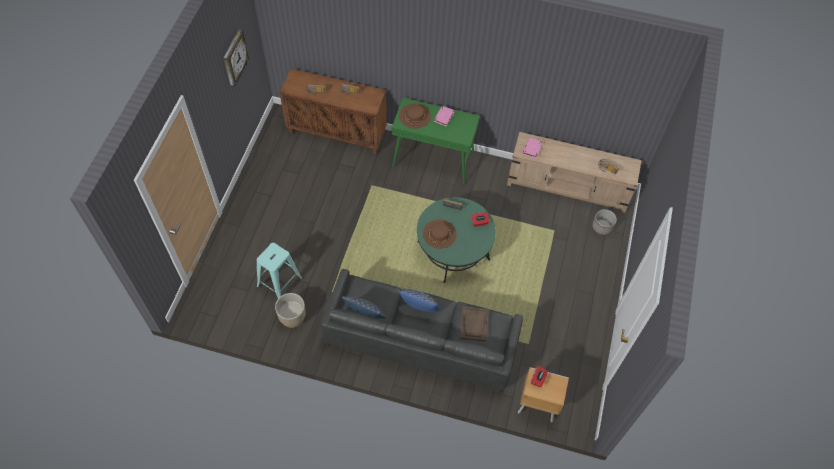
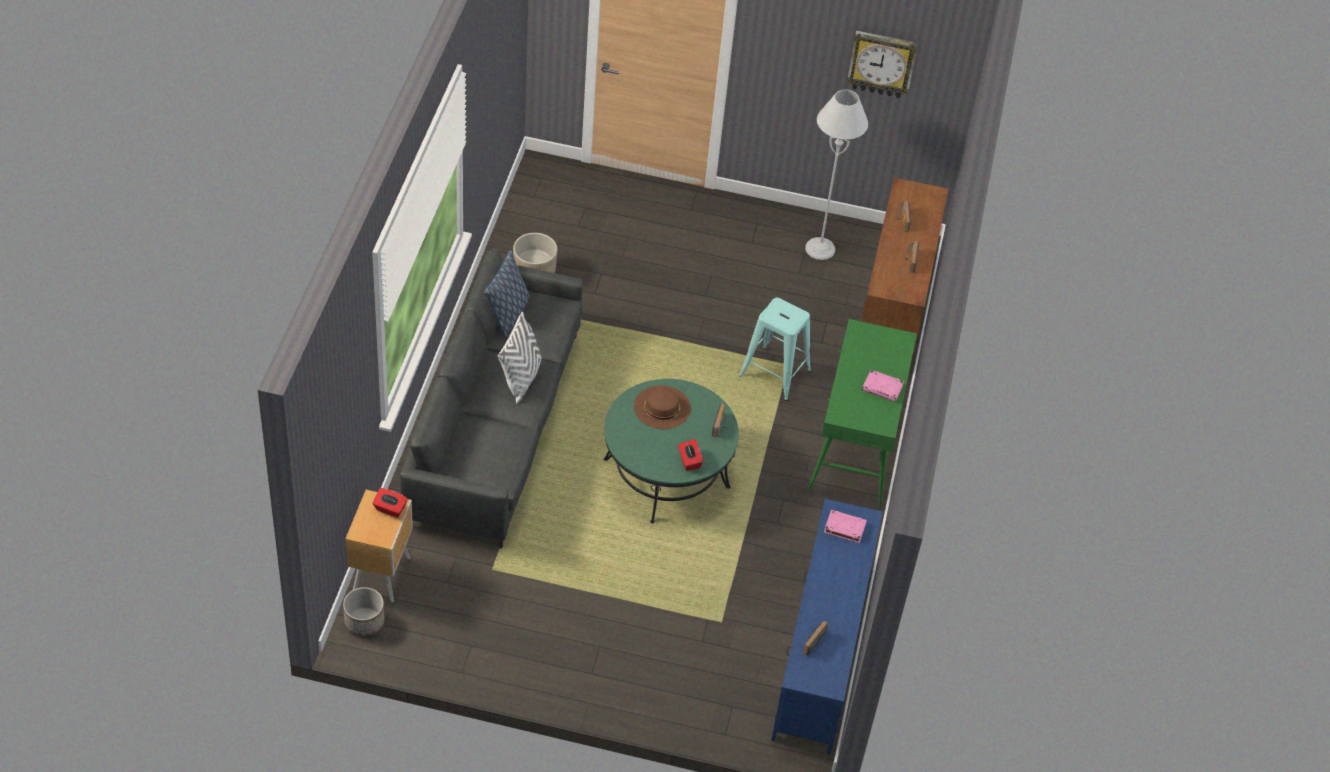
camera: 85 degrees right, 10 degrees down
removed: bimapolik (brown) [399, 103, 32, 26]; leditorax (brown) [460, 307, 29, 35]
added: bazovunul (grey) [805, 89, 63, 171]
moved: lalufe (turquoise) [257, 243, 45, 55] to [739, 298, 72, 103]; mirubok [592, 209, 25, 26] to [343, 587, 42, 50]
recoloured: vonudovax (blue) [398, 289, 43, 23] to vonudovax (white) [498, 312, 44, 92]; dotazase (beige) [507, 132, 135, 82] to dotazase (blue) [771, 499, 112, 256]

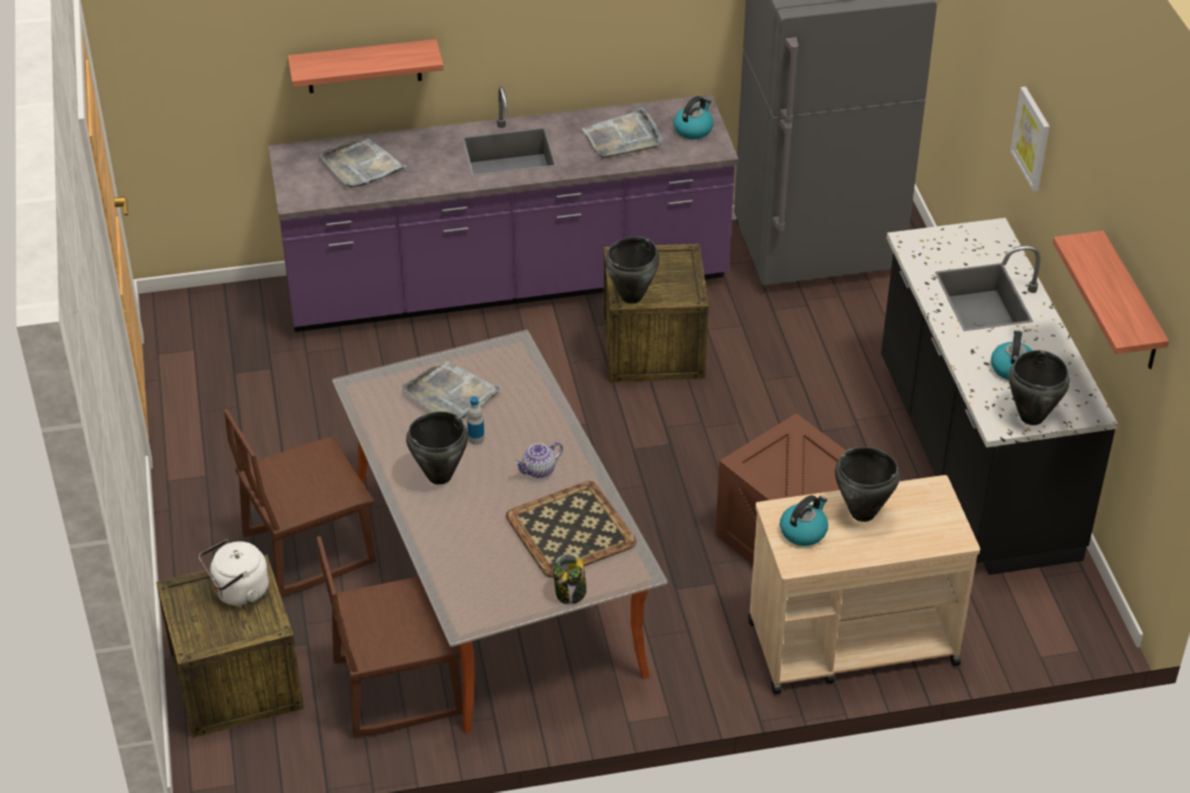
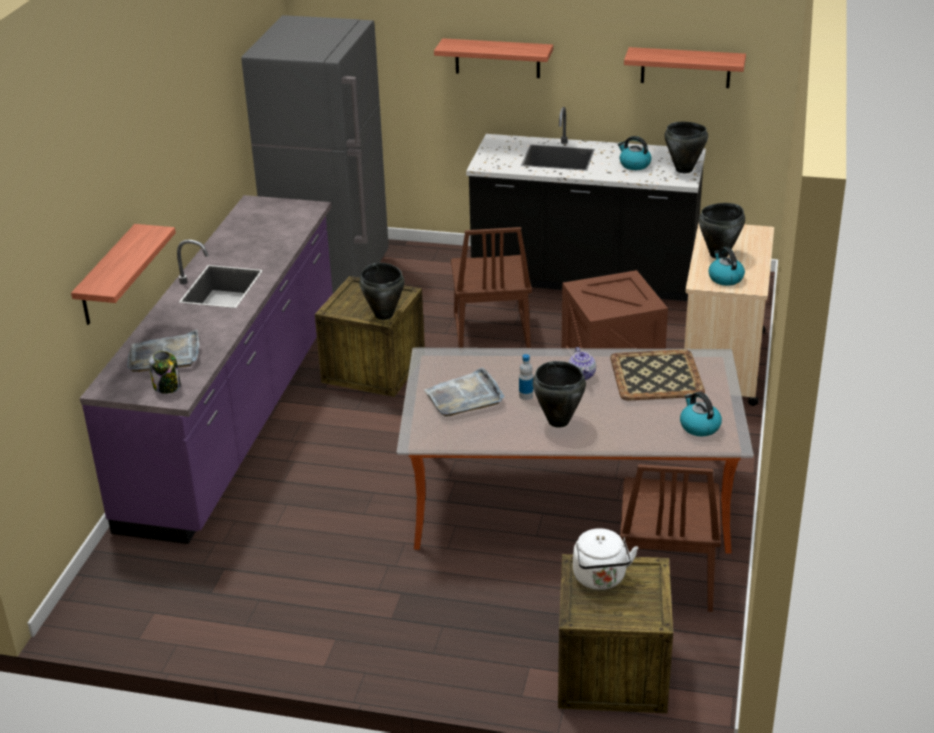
camera: 65 degrees left, 10 degrees down
removed: leditorax (grey) [582, 107, 81, 52]
moved: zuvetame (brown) [224, 409, 152, 187] to [451, 227, 81, 121]; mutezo [553, 553, 34, 52] to [149, 351, 32, 43]; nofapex [674, 96, 40, 43] to [680, 392, 42, 44]
replaced: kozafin [1010, 87, 40, 105] to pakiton [434, 38, 119, 40]

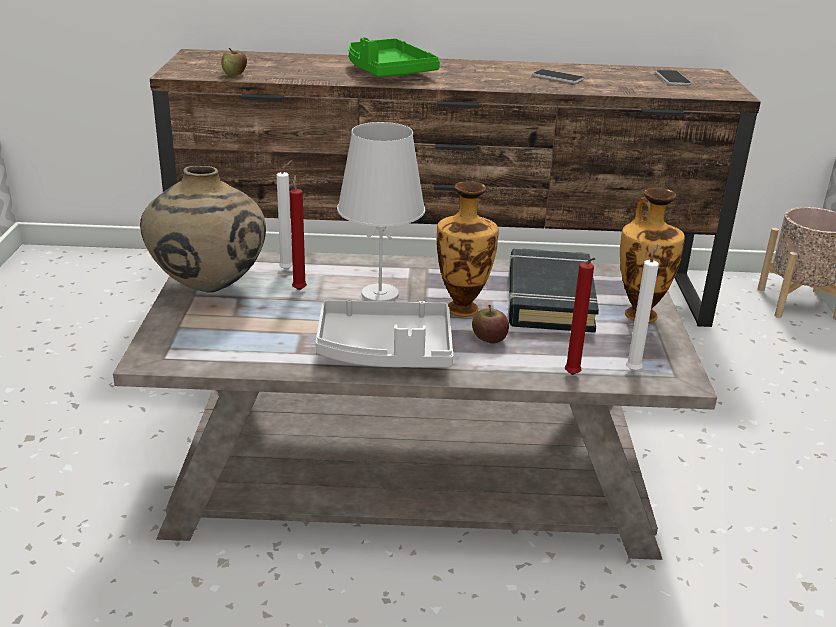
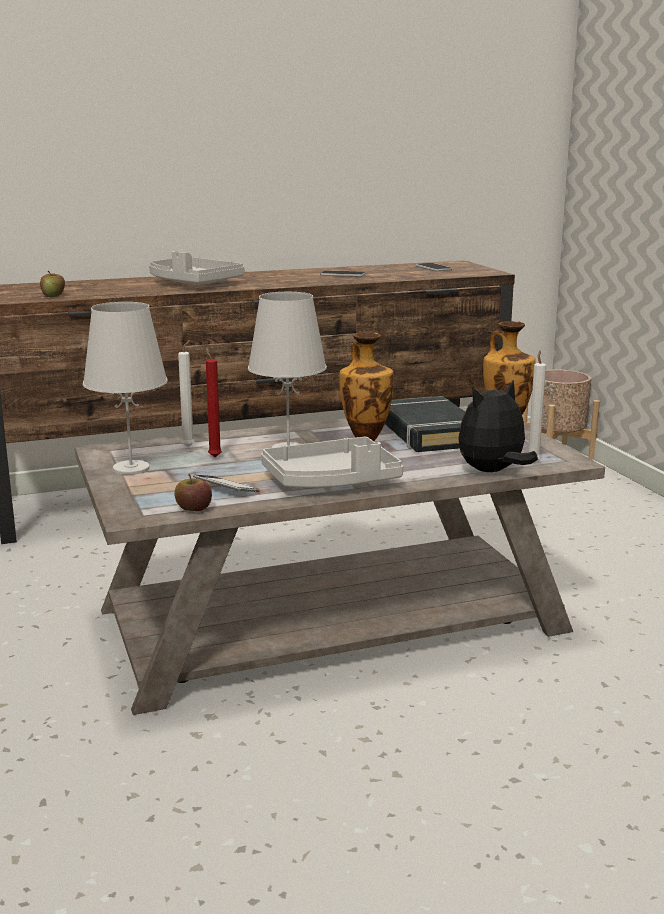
camera: 20 degrees left, 10 degrees down
added: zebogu [193, 475, 67, 17]
moved: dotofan [472, 305, 37, 39] to [174, 474, 38, 37]
replaced: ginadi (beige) [140, 166, 126, 126] to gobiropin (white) [83, 302, 85, 173]; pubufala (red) [565, 258, 31, 117] to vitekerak [459, 379, 79, 93]
recoloured: leditorax (green) [349, 37, 91, 40] to leditorax (grey) [149, 251, 95, 33]

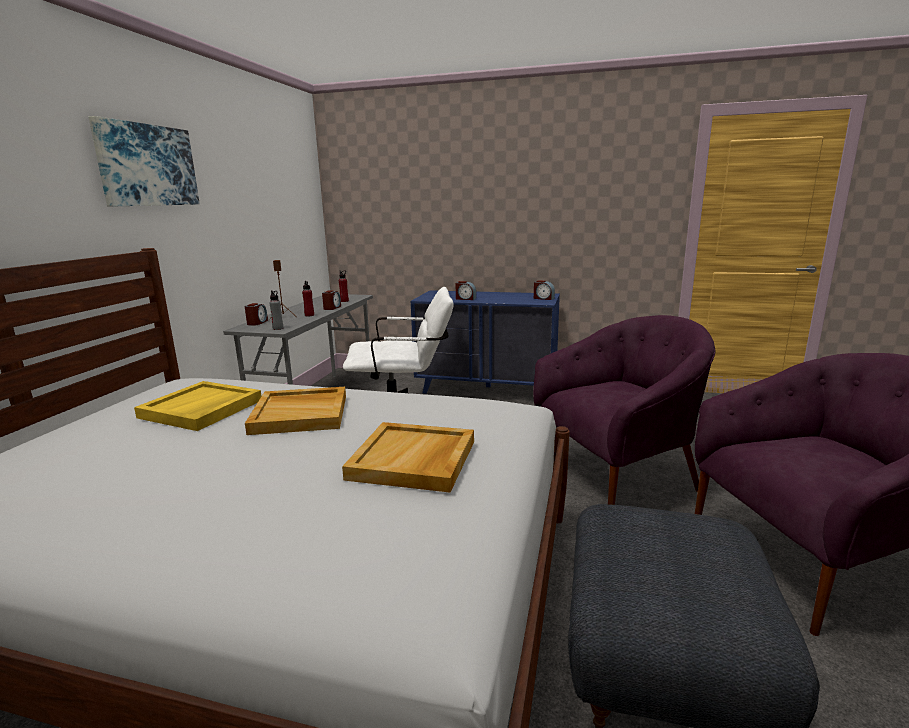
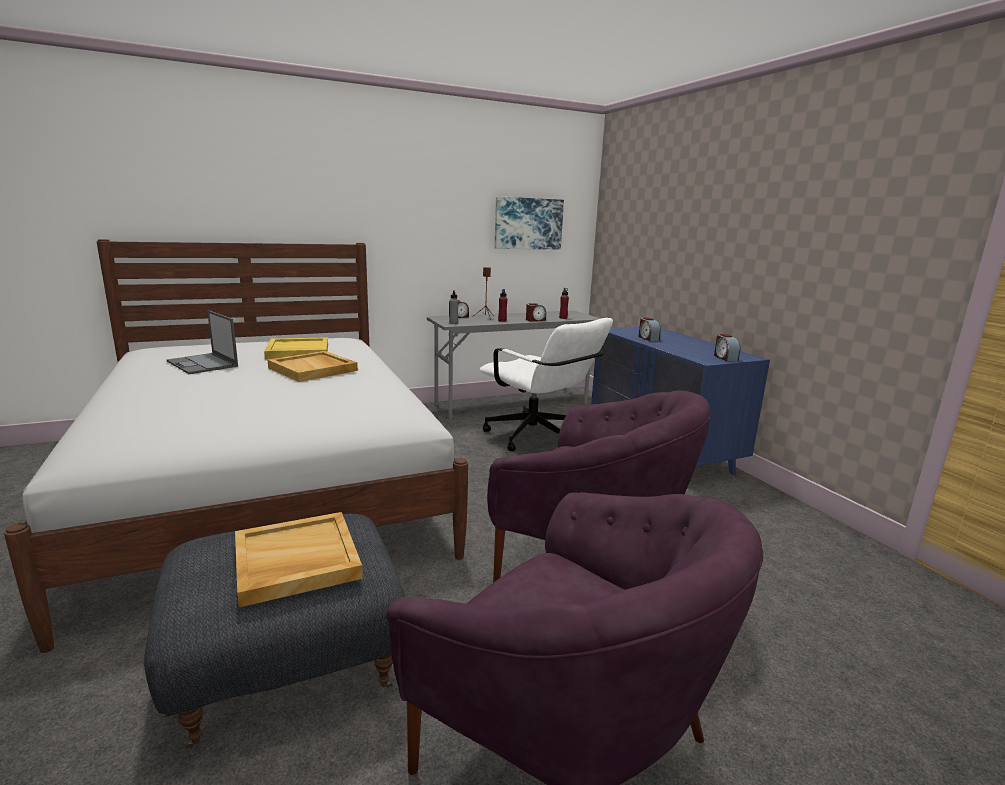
camera: 50 degrees right, 0 degrees up
added: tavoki [167, 310, 71, 64]
moved: kozafin [88, 116, 112, 91] to [495, 196, 69, 53]; leditorax (beige) [342, 422, 132, 71] to [235, 512, 128, 95]

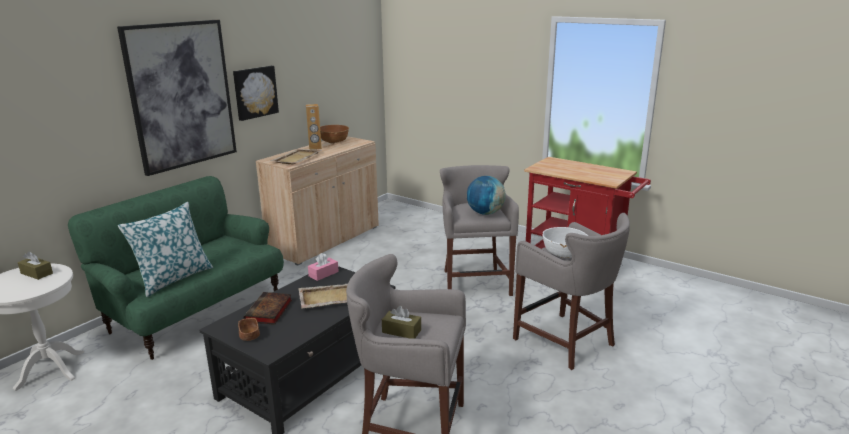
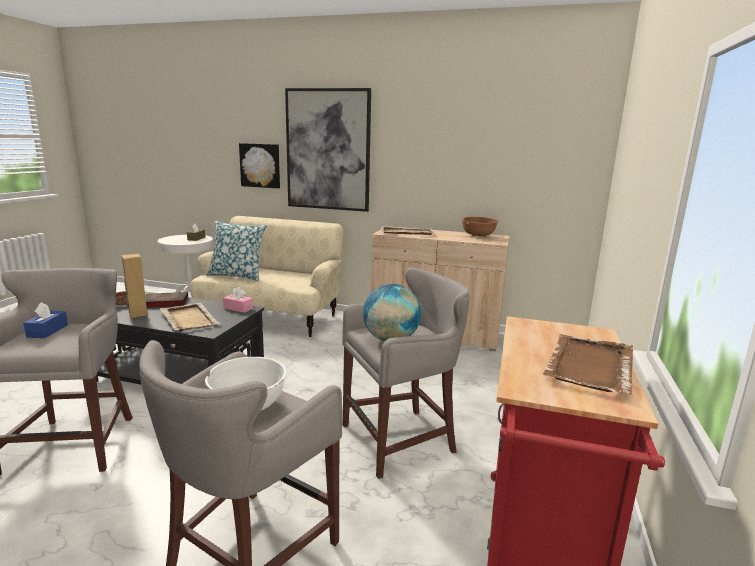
camera: 70 degrees right, 5 degrees down
added: leditorax (brown) [543, 334, 91, 60]
moved: kozafin [233, 66, 46, 55] to [239, 143, 41, 45]; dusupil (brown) [306, 104, 16, 46] to [122, 254, 26, 64]
recoloured: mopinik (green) [68, 176, 216, 184] to mopinik (beige) [190, 216, 153, 121]; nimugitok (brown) [382, 306, 39, 33] to nimugitok (blue) [23, 302, 45, 36]

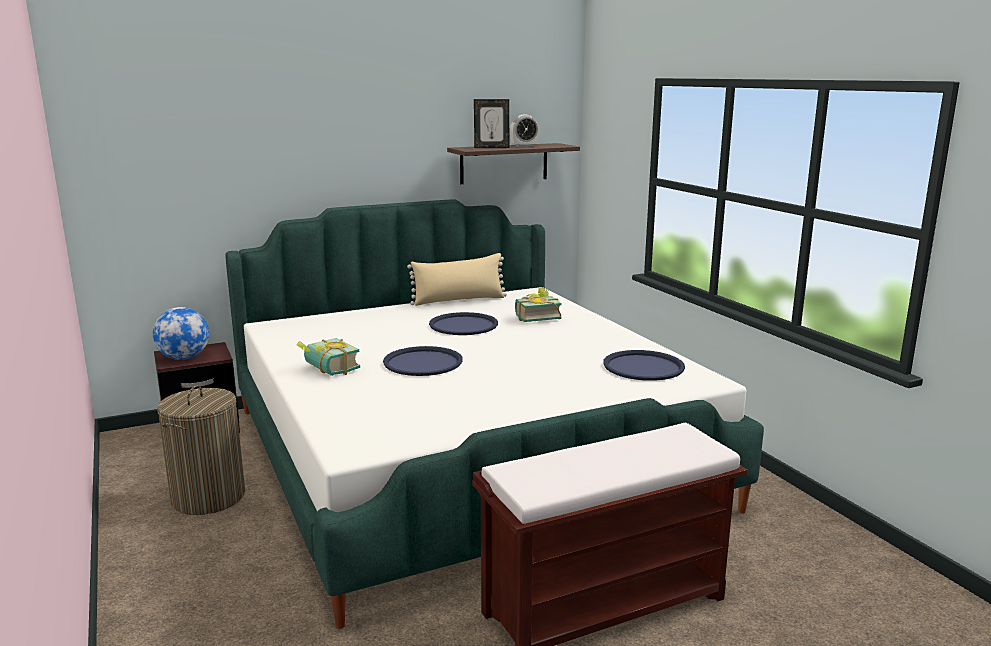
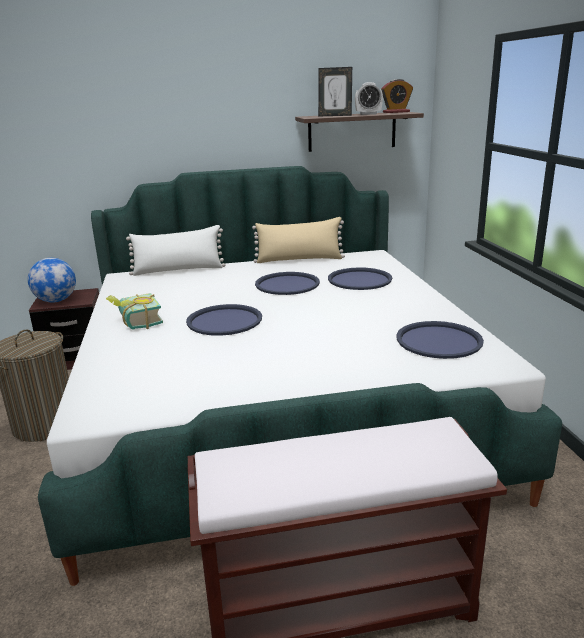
camera: 15 degrees right, 5 degrees up
added: vonudovax (white) [126, 225, 100, 51]; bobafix [381, 79, 32, 34]
replaced: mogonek [515, 288, 47, 34] to leditorax (blue) [328, 268, 64, 22]

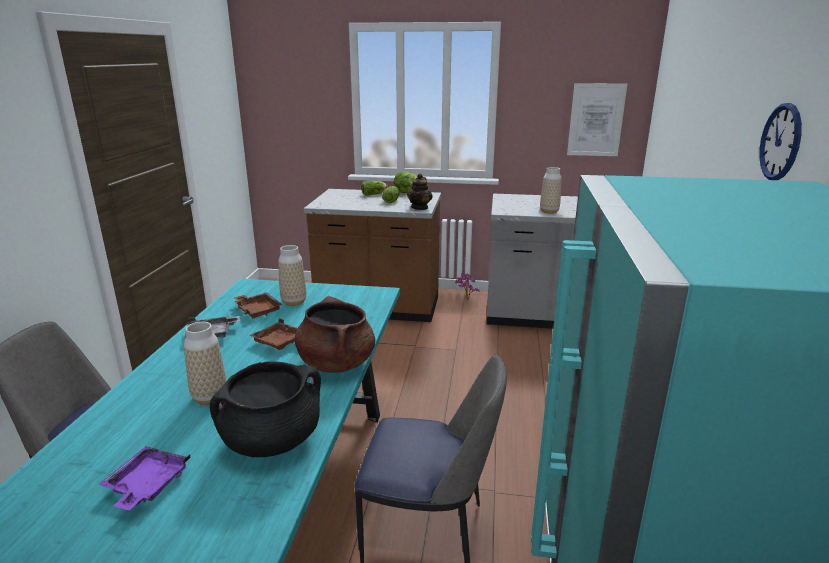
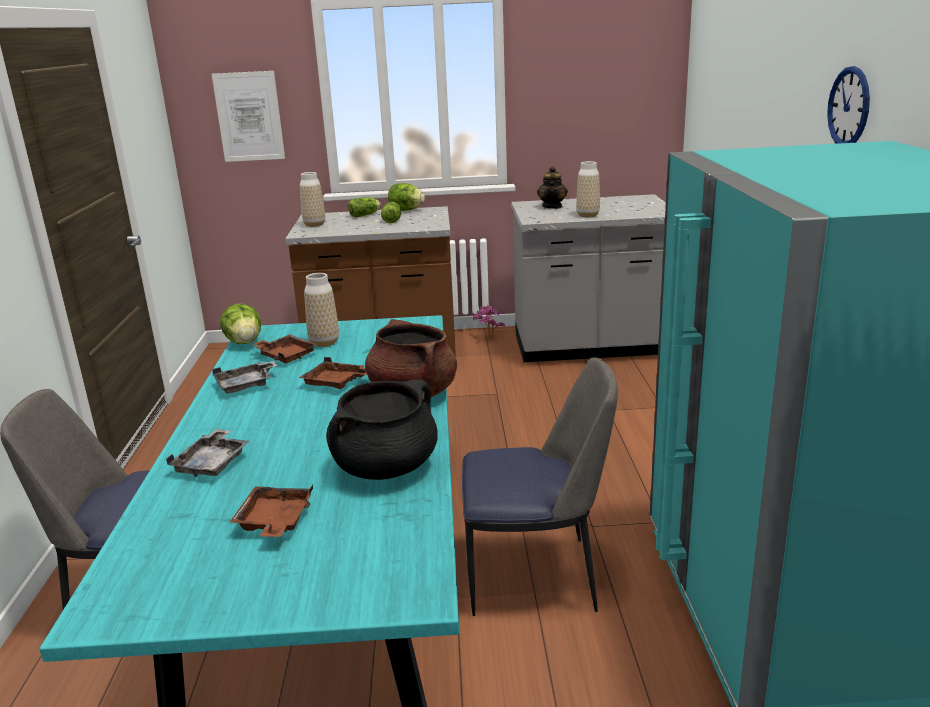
camera: 10 degrees left, 0 degrees up
added: leditorax (grey) [166, 429, 83, 48]; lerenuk [220, 304, 41, 40]
moved: ginadi [184, 322, 43, 83] to [300, 172, 25, 55]; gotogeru [407, 173, 26, 37] to [537, 166, 31, 43]; kozafin [567, 83, 60, 73] to [212, 71, 73, 91]
recoloured: leditorax (purple) [98, 446, 93, 64] to leditorax (brown) [230, 485, 83, 52]

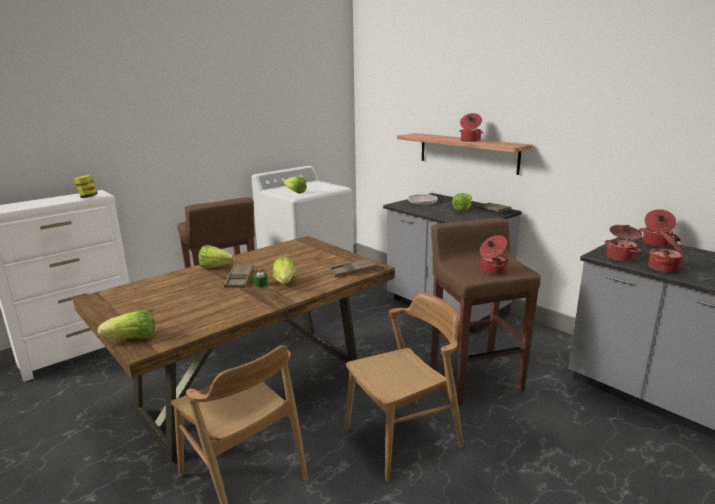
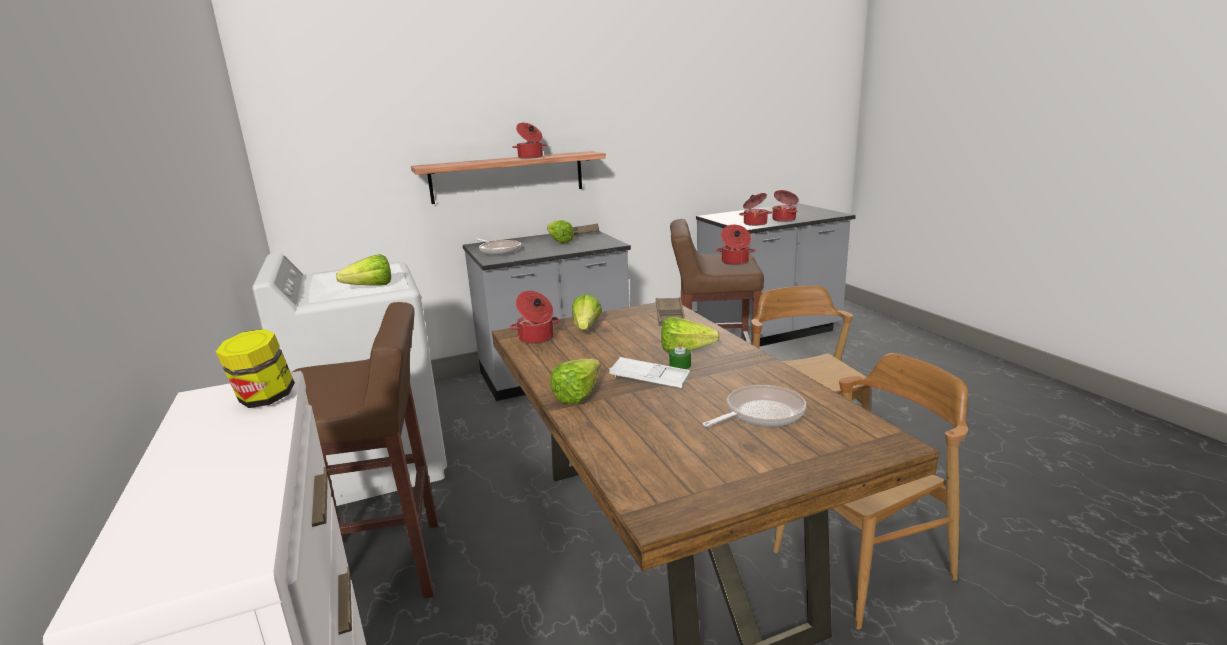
camera: 70 degrees left, 0 degrees up
added: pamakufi [702, 385, 104, 42]
moved: lerenuk [98, 310, 57, 29] to [572, 294, 30, 36]; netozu [639, 209, 39, 38] to [510, 291, 50, 53]
recoloured: leditorax (brown) [224, 263, 30, 25] to leditorax (white) [609, 357, 81, 31]

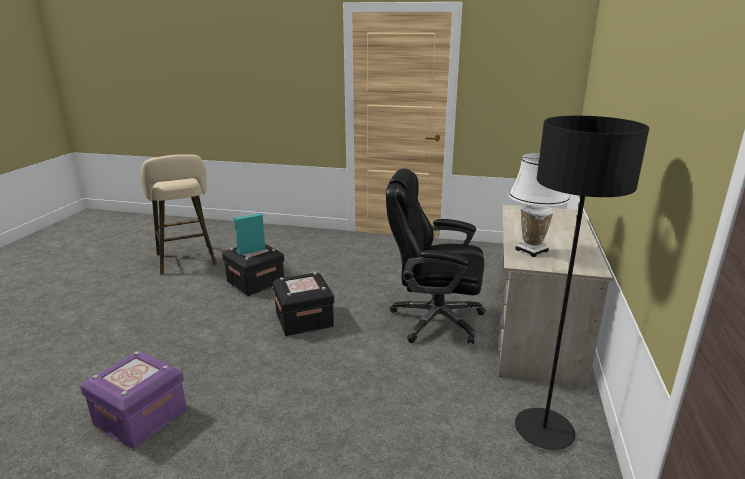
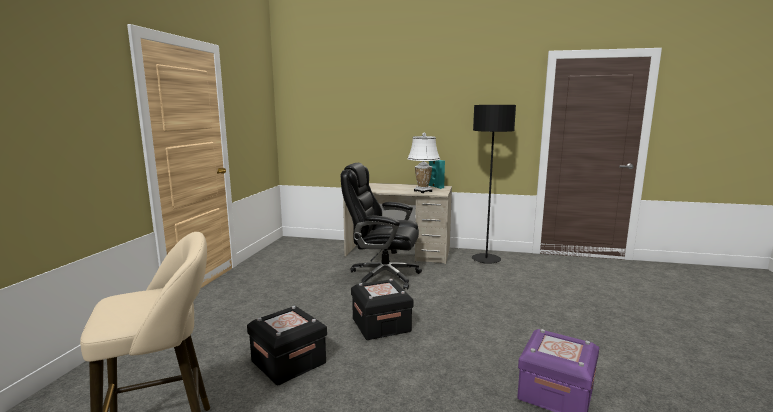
camera: 90 degrees left, 10 degrees down
moved: dusupil (turquoise) [234, 213, 32, 42] to [428, 160, 17, 29]
turned: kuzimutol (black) [386, 168, 100, 176] = [341, 163, 81, 127] 90 degrees clockwise

